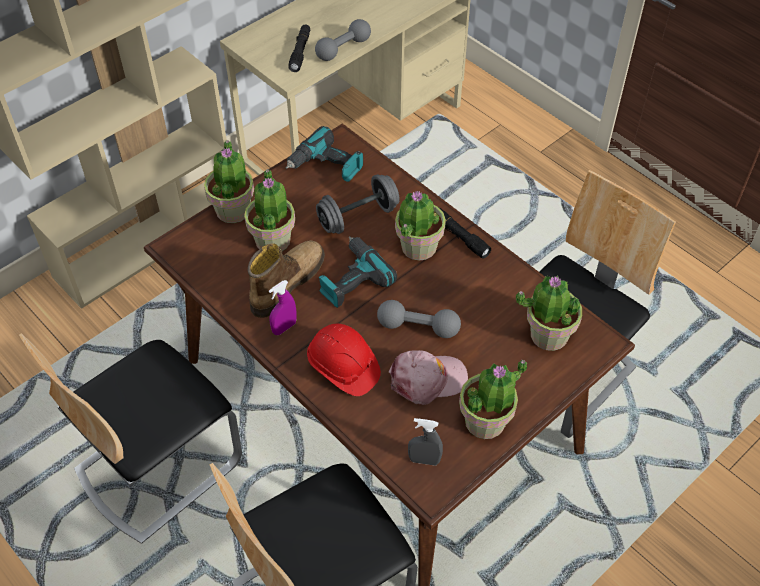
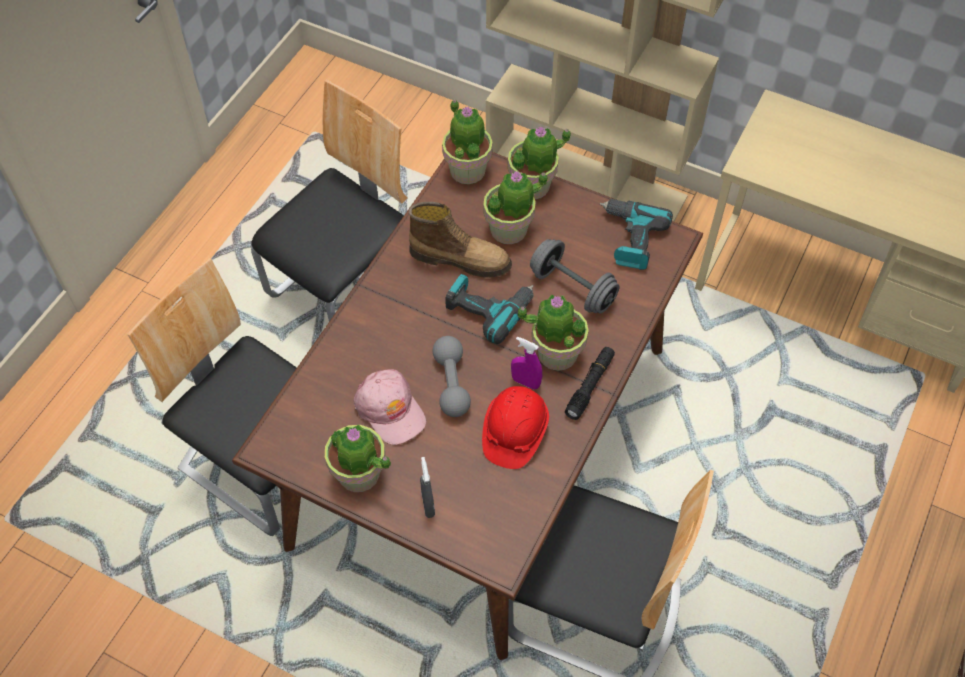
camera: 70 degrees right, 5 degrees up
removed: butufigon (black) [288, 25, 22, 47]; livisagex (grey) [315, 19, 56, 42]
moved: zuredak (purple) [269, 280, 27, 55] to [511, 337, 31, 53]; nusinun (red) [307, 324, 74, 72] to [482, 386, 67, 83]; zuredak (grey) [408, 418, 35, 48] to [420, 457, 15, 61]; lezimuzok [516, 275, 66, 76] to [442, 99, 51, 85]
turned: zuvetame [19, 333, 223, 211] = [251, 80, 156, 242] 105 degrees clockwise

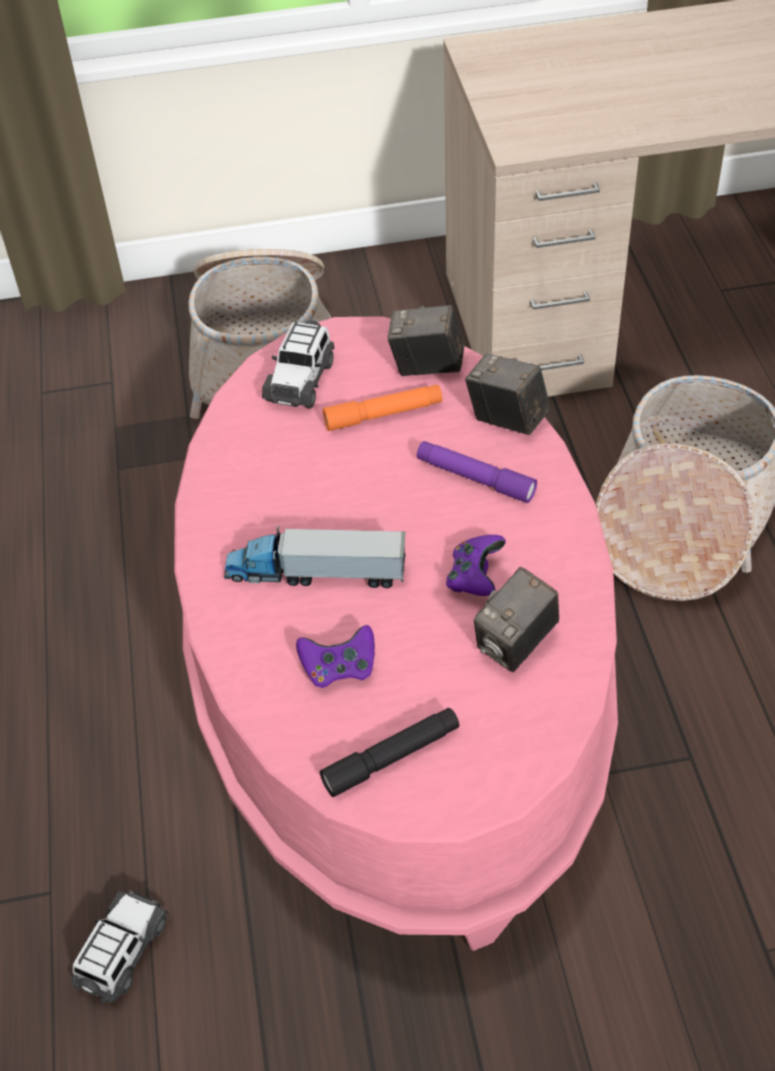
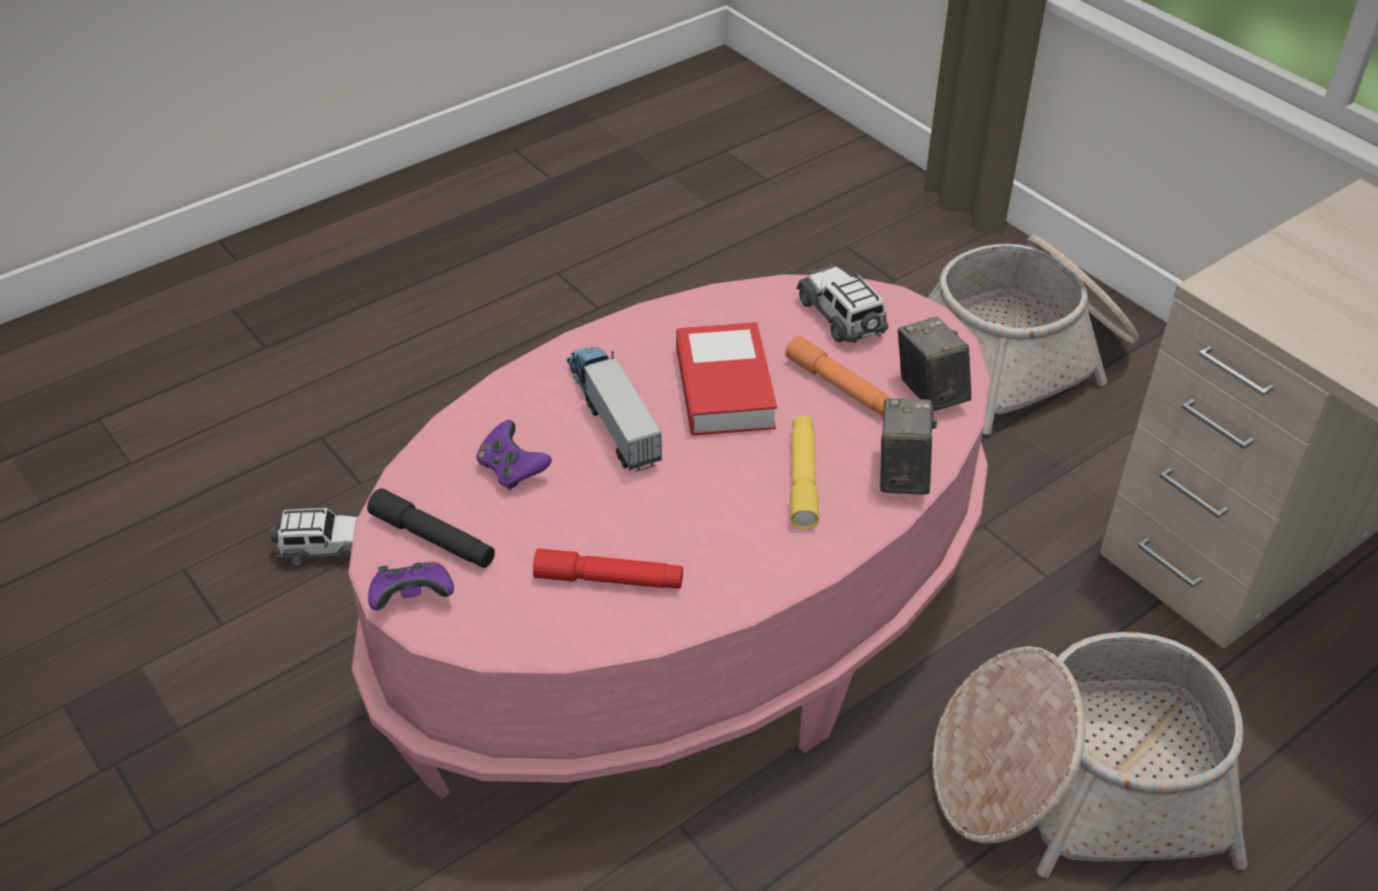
camera: 60 degrees right, 5 degrees down
added: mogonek [676, 322, 101, 114]
moved: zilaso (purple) [446, 535, 60, 61] to [368, 561, 86, 49]
replaced: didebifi [474, 567, 85, 105] to butufigon (red) [533, 548, 150, 41]
recoloured: butufigon (purple) [417, 441, 120, 62] to butufigon (yellow) [790, 415, 29, 115]
turned: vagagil [262, 320, 72, 88] = [796, 264, 92, 79] 75 degrees clockwise

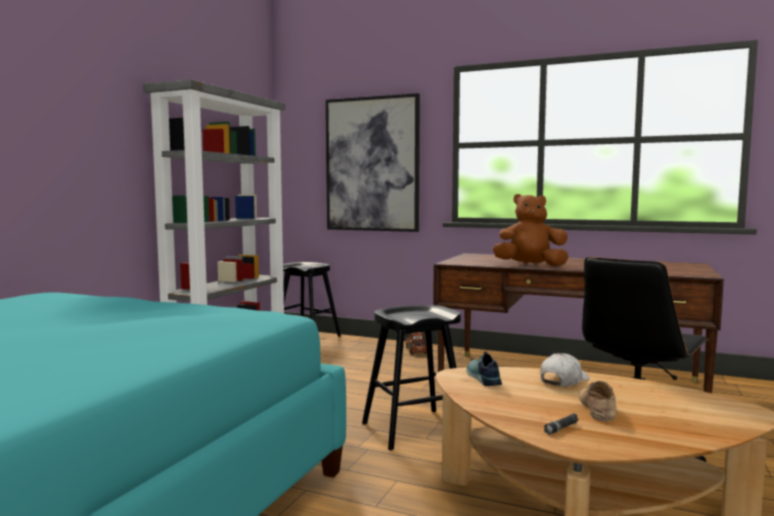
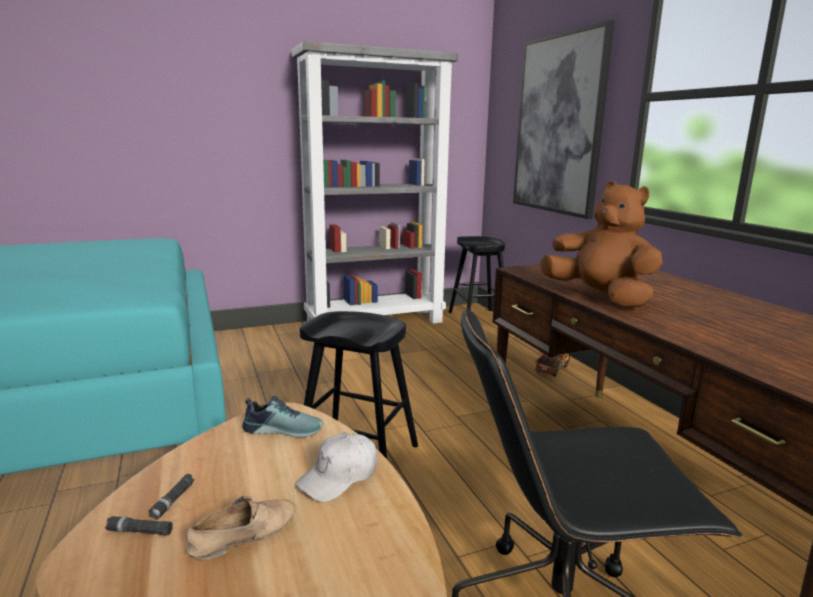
camera: 45 degrees right, 10 degrees up
added: butufigon (black) [149, 474, 46, 46]
turned: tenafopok [466, 351, 36, 35] = [242, 395, 81, 43] 60 degrees clockwise; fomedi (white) [540, 353, 50, 33] = [295, 433, 83, 69] 135 degrees clockwise

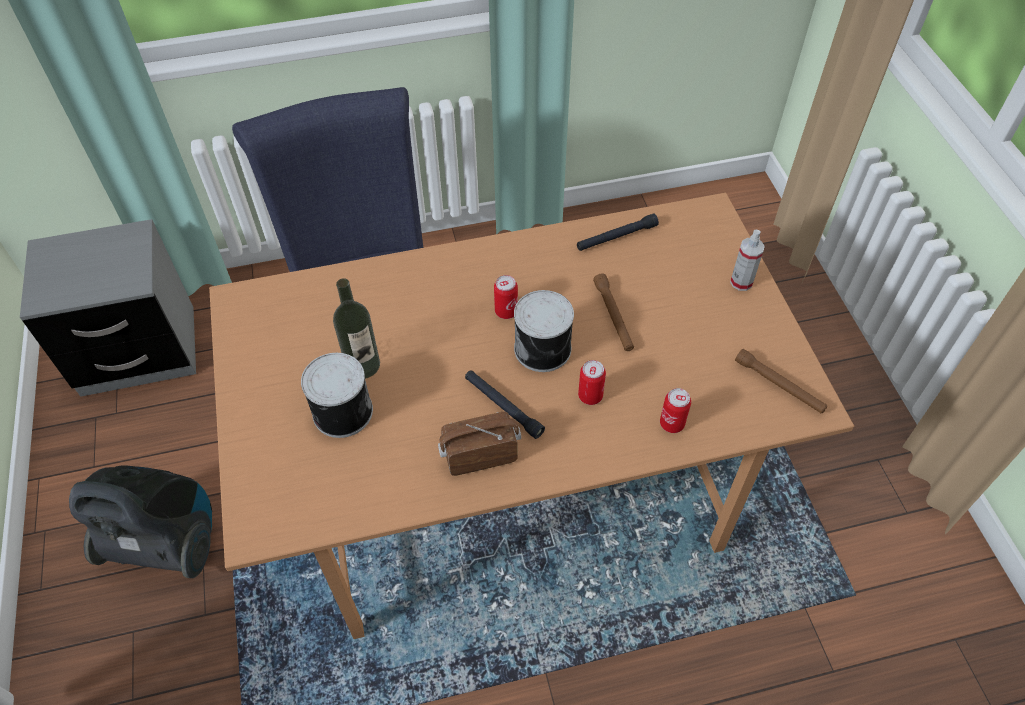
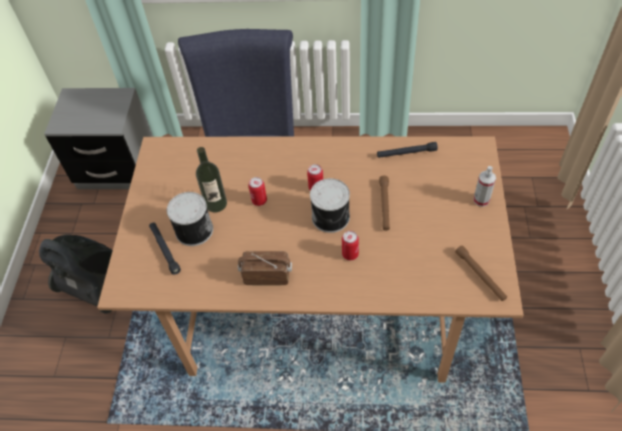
camera: 20 degrees right, 0 degrees up
moved: butufigon (black) [465, 370, 80, 69] to [149, 223, 32, 52]; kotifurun [660, 388, 31, 45] to [248, 177, 19, 29]

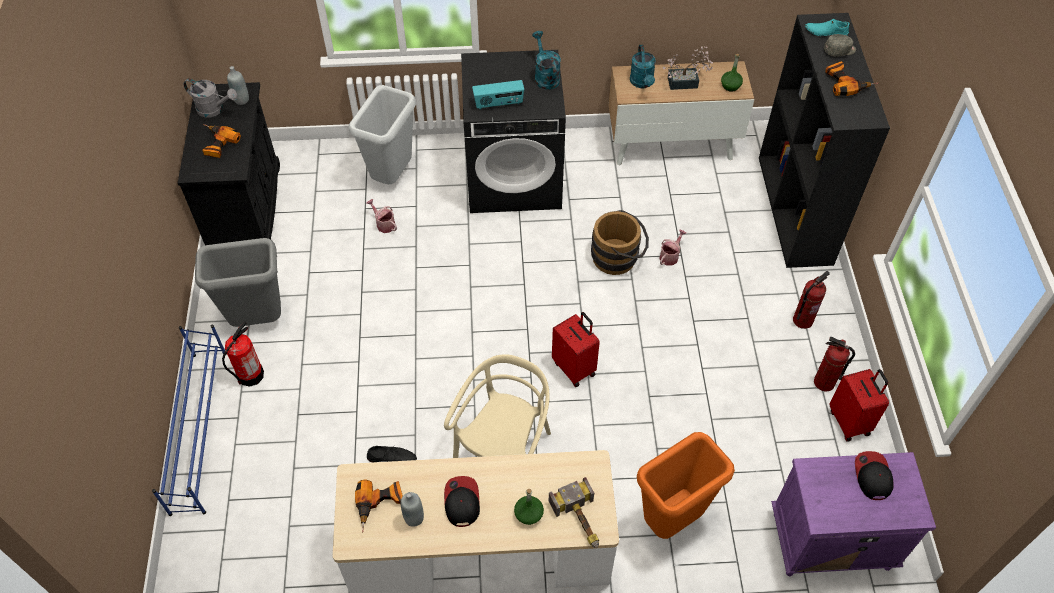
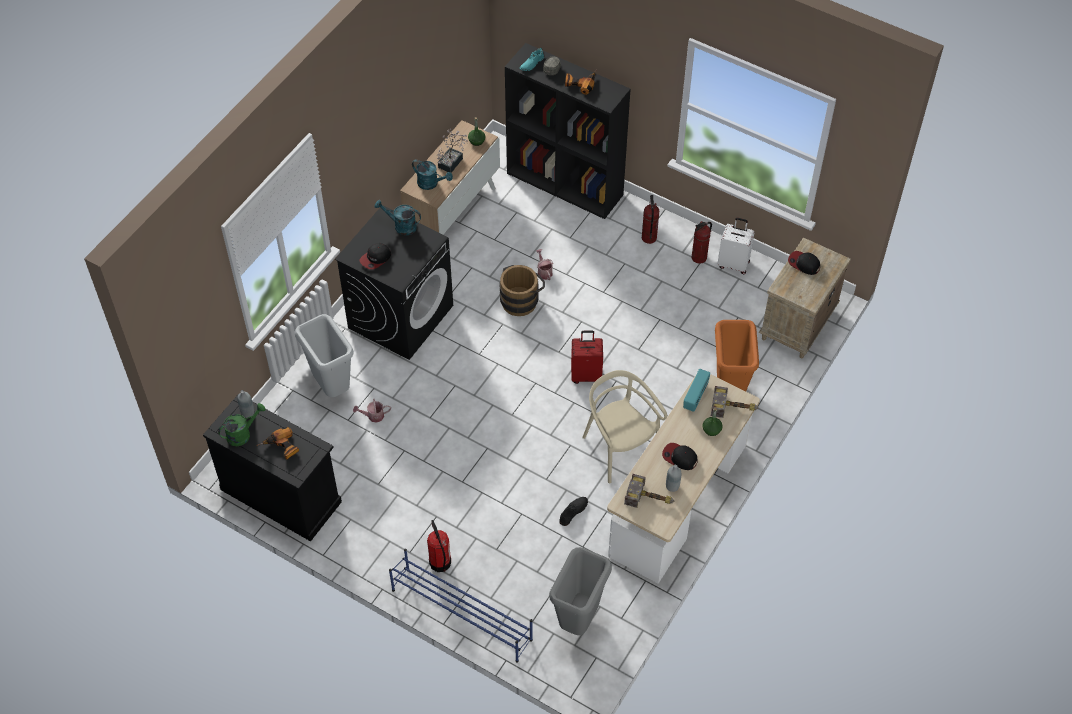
camera: 55 degrees left, 0 degrees up
added: fomedi [359, 243, 32, 26]
moved: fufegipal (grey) [195, 238, 86, 89] to [549, 547, 63, 88]; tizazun [472, 80, 52, 29] to [683, 369, 27, 43]
replaced: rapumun [355, 479, 48, 53] to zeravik [624, 474, 50, 34]
recoloured: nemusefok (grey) [184, 78, 53, 40] to nemusefok (green) [218, 403, 48, 43]; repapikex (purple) [771, 452, 165, 124] to repapikex (beige) [759, 237, 92, 122]; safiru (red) [830, 369, 59, 73] to safiru (white) [717, 218, 38, 56]

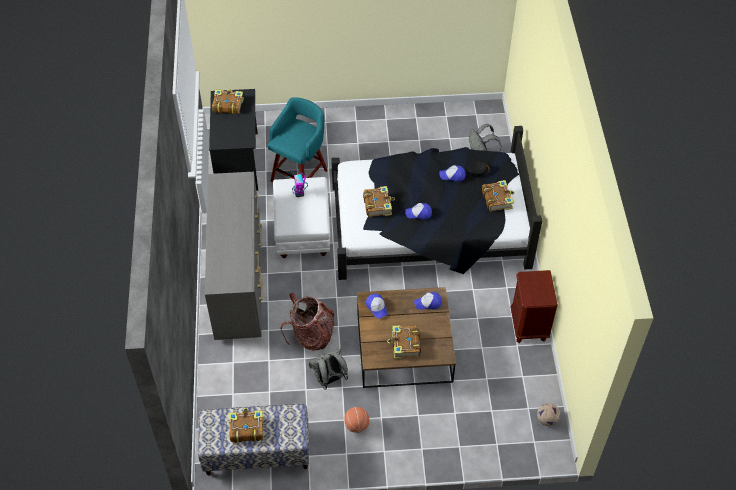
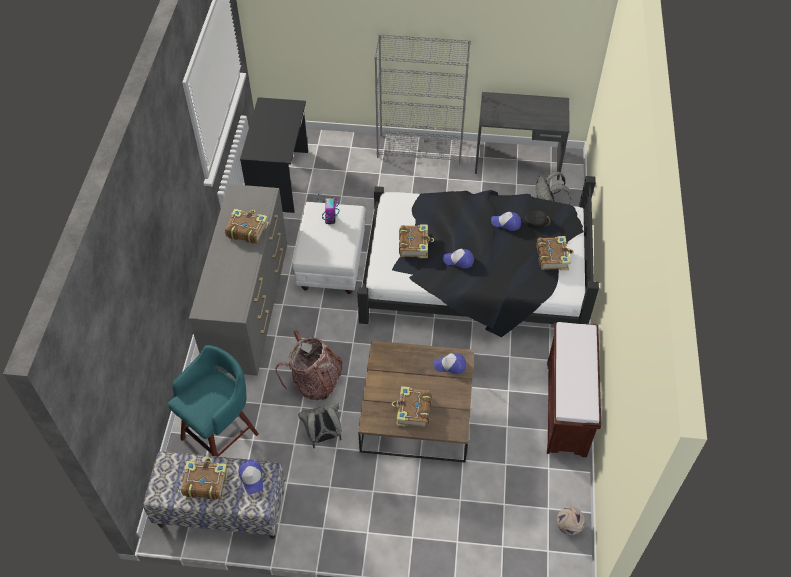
camera: 10 degrees right, 0 degrees up
removed: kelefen [344, 407, 25, 26]
added: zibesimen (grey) [374, 34, 97, 130]; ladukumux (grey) [475, 92, 95, 88]
moved: mogonek [212, 89, 32, 25] to [225, 208, 44, 36]; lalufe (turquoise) [268, 97, 60, 85] to [168, 345, 91, 112]; fomedi [366, 293, 22, 26] to [238, 460, 25, 34]
replaced: repapikex (brown) [510, 270, 48, 73] to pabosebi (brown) [547, 322, 54, 135]

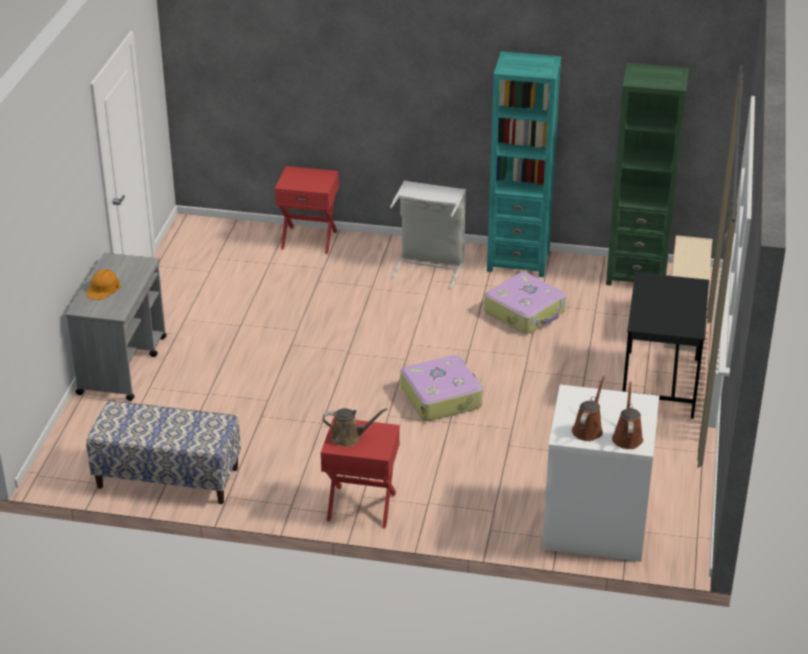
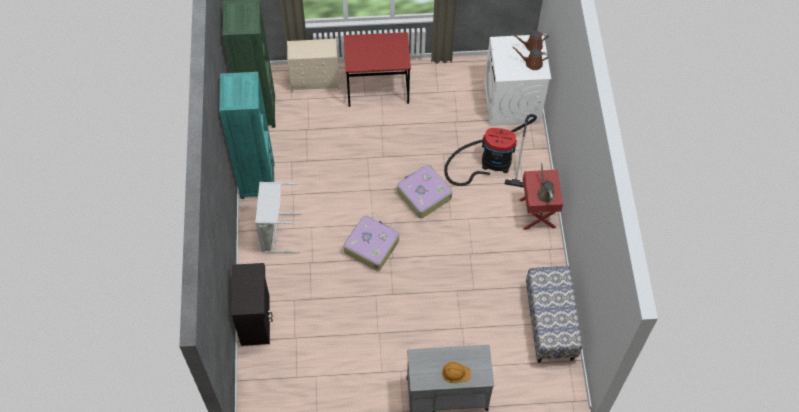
camera: 105 degrees left, 25 degrees up
added: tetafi [444, 114, 93, 73]
moved: safiru [484, 272, 82, 62] to [344, 216, 55, 54]
replaced: repapikex (red) [275, 166, 64, 88] to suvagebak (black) [232, 263, 41, 83]
recoloured: ladukumux (black) [622, 272, 87, 147] to ladukumux (red) [344, 32, 67, 75]

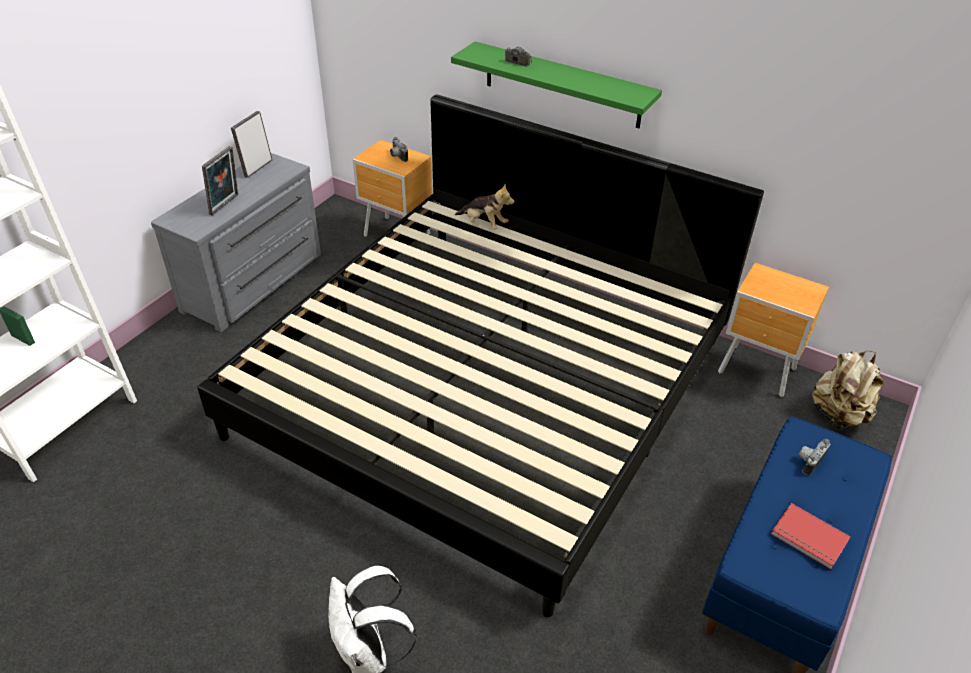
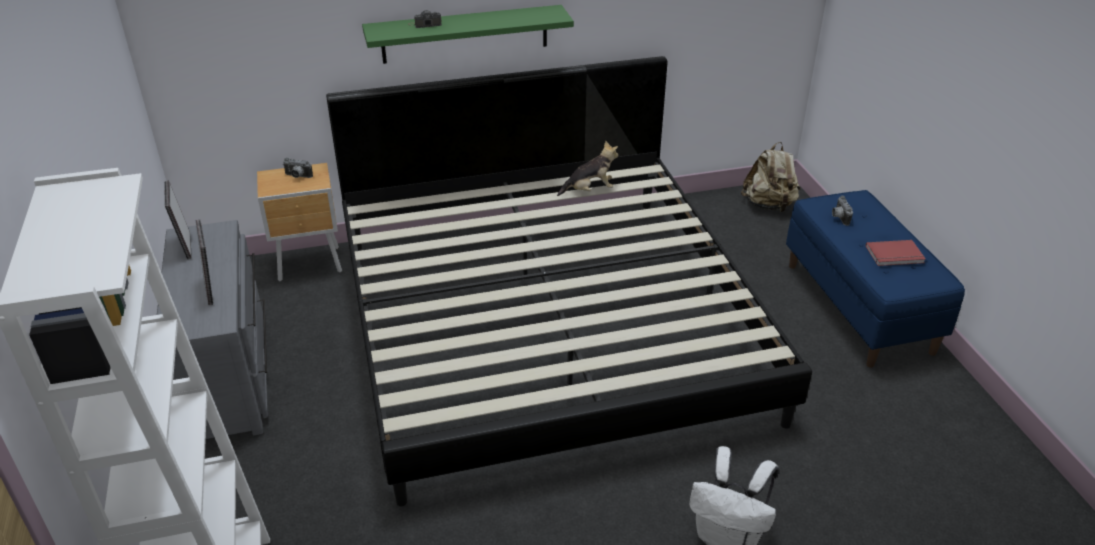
camera: 45 degrees left, 5 degrees down
removed: repapikex (brown) [718, 263, 111, 134]
moved: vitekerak [455, 184, 60, 46] to [557, 140, 62, 56]

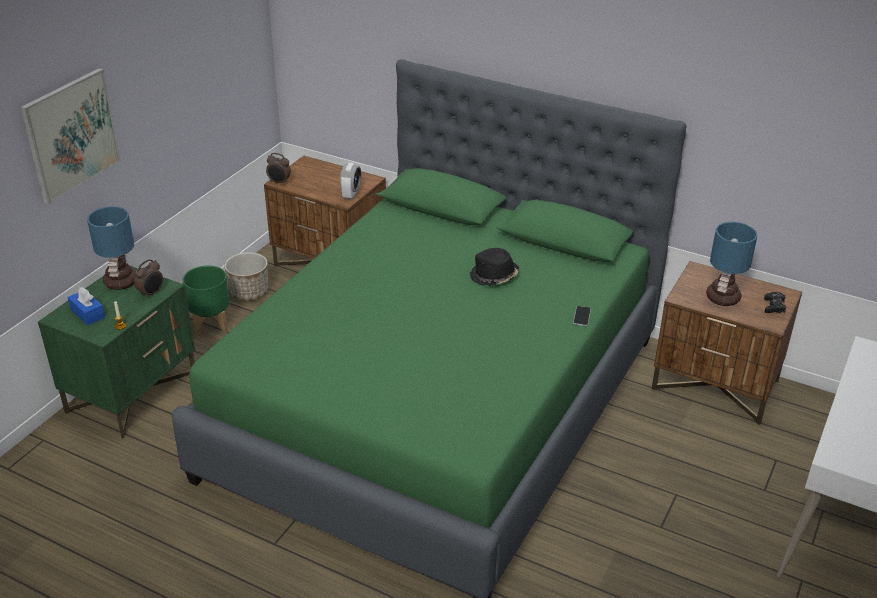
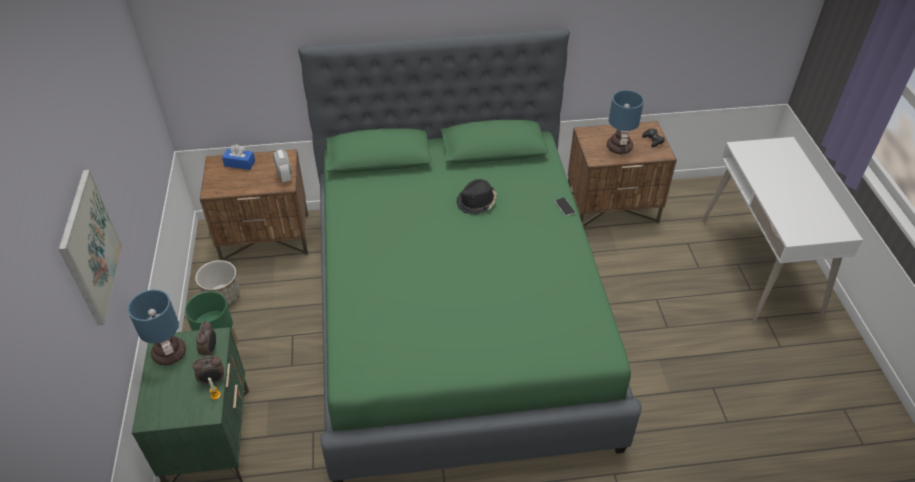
camera: 35 degrees left, 10 degrees up
moved: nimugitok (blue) [68, 287, 37, 38] to [222, 145, 33, 25]; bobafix [266, 153, 25, 32] to [193, 356, 31, 30]

